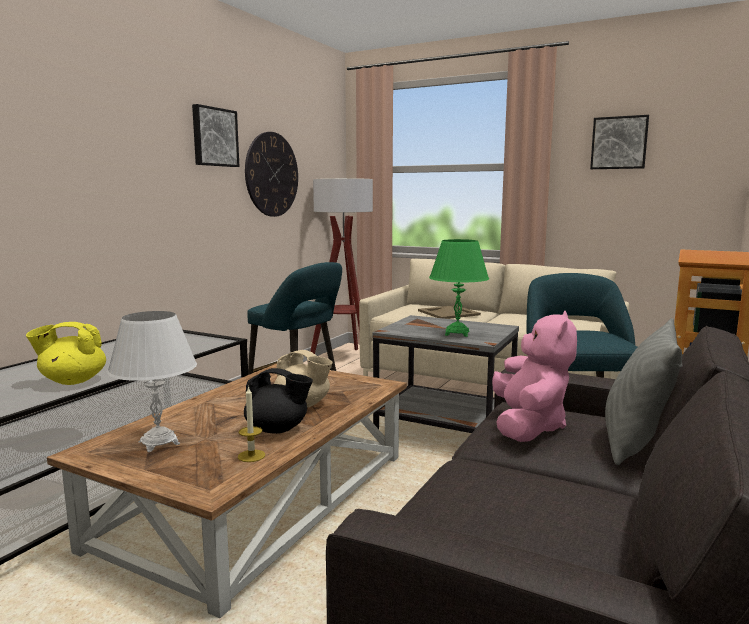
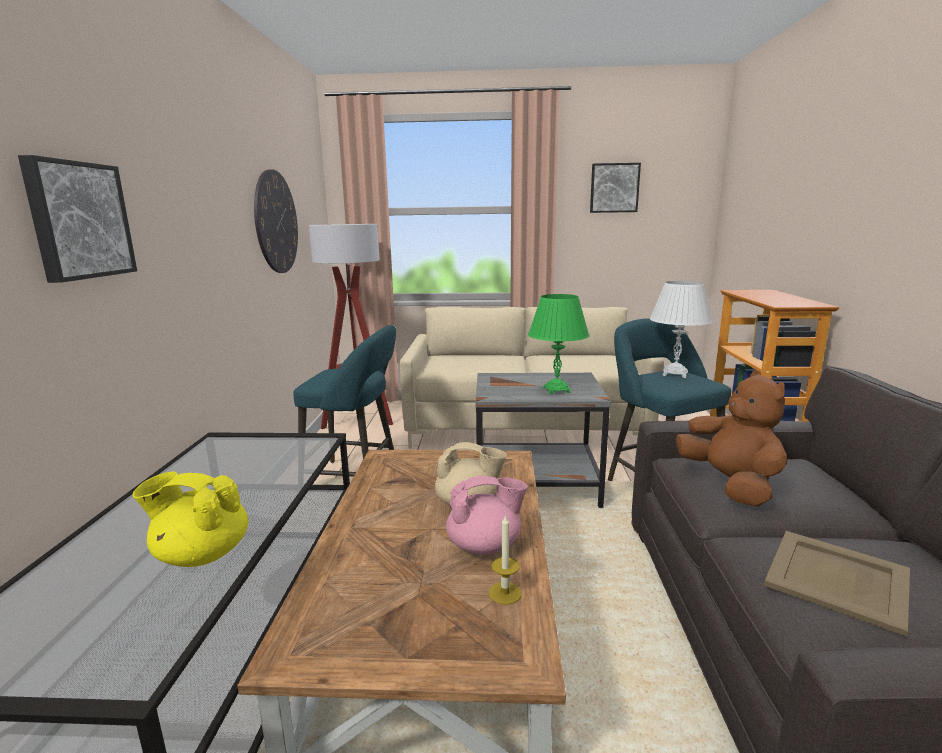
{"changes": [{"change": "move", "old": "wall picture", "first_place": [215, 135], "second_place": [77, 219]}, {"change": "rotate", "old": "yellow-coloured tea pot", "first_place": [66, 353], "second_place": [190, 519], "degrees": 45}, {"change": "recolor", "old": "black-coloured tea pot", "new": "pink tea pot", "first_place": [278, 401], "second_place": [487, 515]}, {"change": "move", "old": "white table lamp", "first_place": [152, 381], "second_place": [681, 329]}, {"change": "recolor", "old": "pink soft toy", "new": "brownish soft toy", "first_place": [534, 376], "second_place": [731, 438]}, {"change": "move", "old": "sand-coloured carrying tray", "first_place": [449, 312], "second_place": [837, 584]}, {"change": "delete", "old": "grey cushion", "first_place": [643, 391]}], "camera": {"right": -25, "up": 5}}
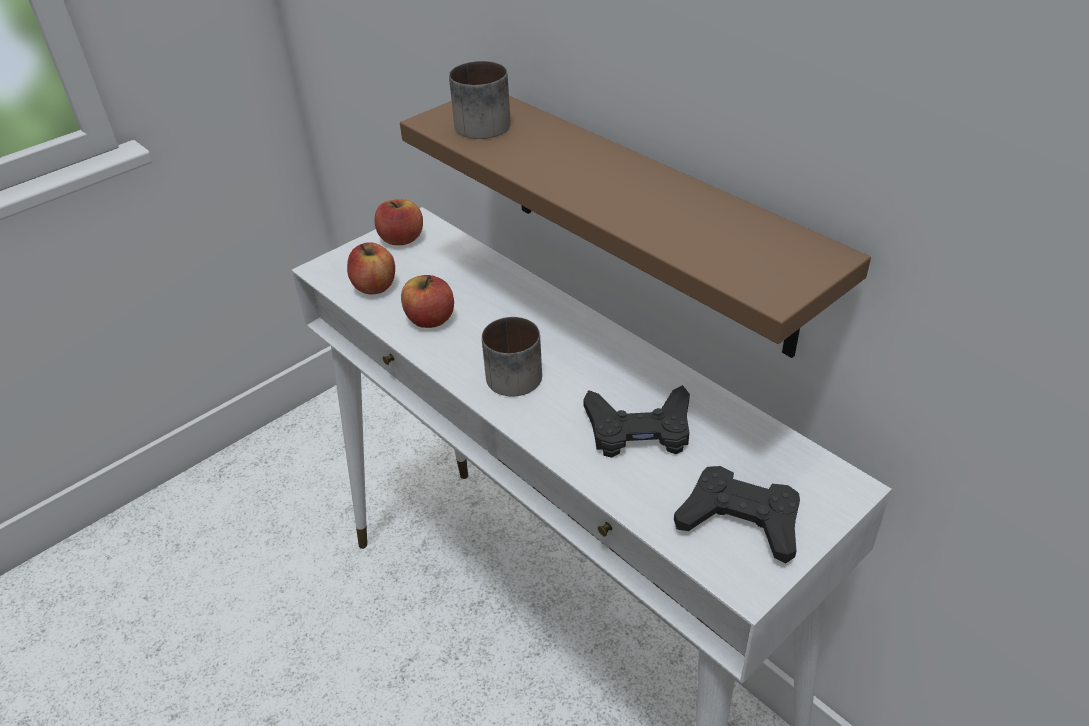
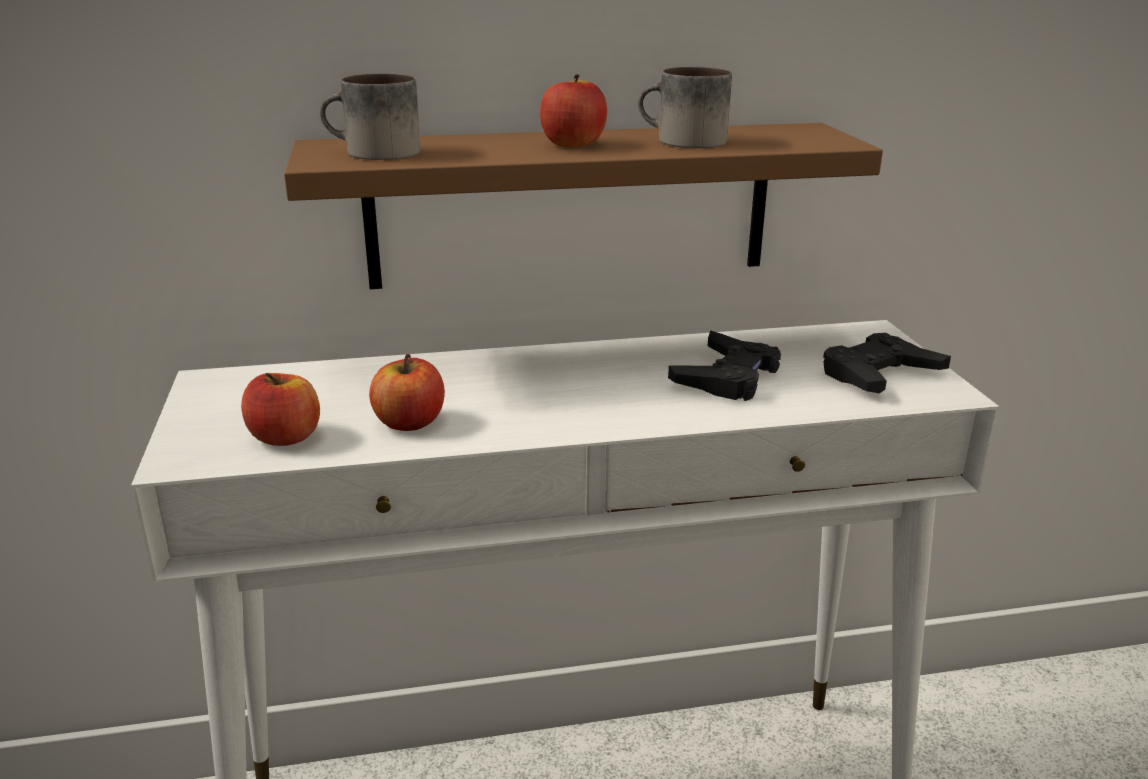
{"changes": [{"change": "move", "old": "apple", "first_place": [398, 222], "second_place": [573, 110]}, {"change": "move", "old": "mug", "first_place": [512, 356], "second_place": [685, 107]}], "camera": {"right": -60, "up": -15}}
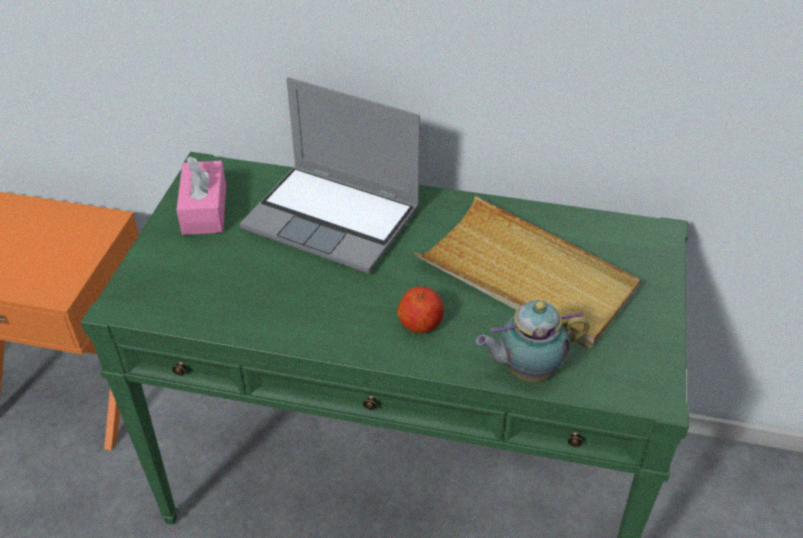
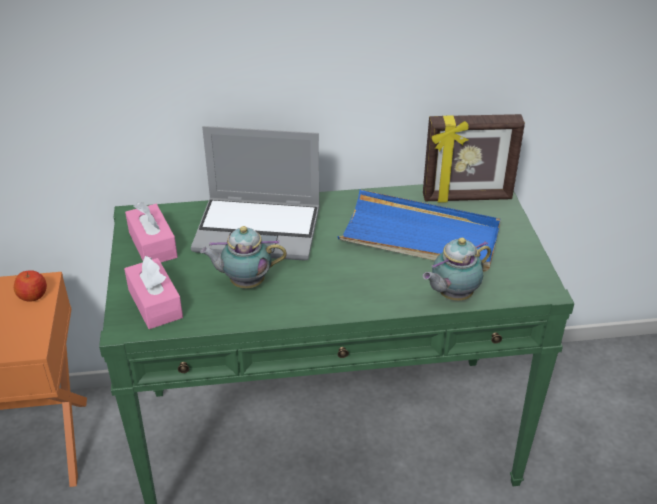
{"changes": [{"change": "move", "old": "apple", "first_place": [420, 309], "second_place": [30, 286]}, {"change": "insert", "new": "pink box of tissues", "second_place": [153, 292]}, {"change": "insert", "new": "tea pot", "second_place": [243, 257]}, {"change": "recolor", "old": "sand-coloured carrying tray", "new": "blue-coloured carrying tray", "first_place": [528, 272], "second_place": [419, 231]}, {"change": "insert", "new": "photo frame", "second_place": [474, 158]}], "camera": {"right": -20, "up": -5}}
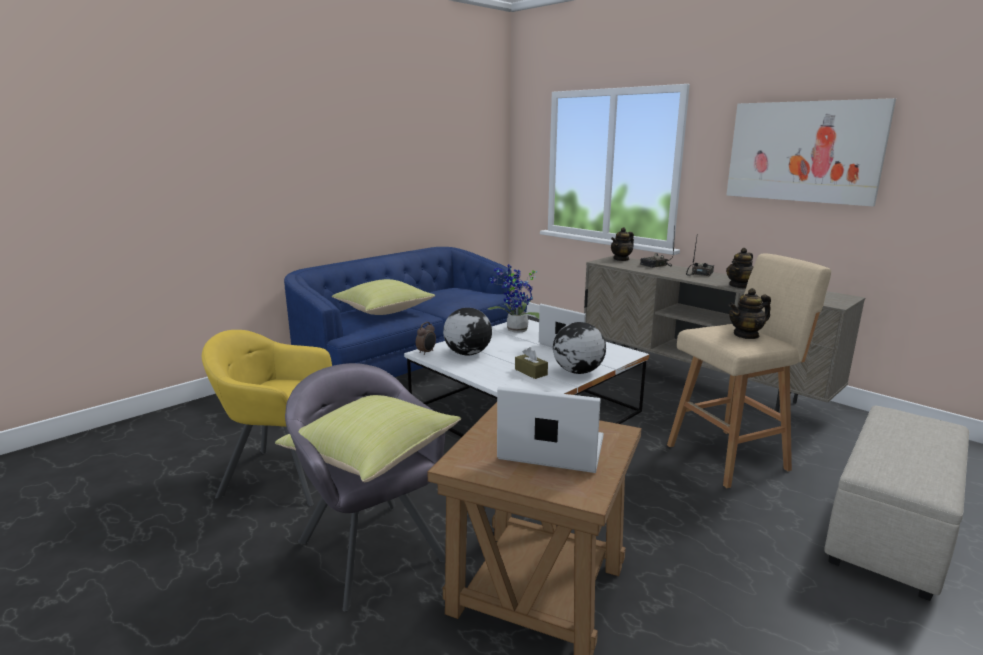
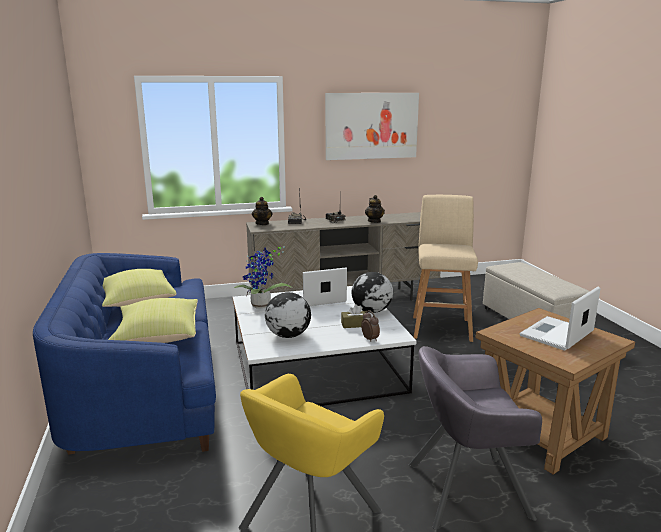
{"changes": [{"change": "move", "old": "yellow-coloured cushion", "first_place": [368, 438], "second_place": [139, 288]}, {"change": "move", "old": "bedside clock", "first_place": [426, 338], "second_place": [370, 326]}, {"change": "delete", "old": "tea pot", "first_place": [750, 313]}], "camera": {"right": -60, "up": 0}}
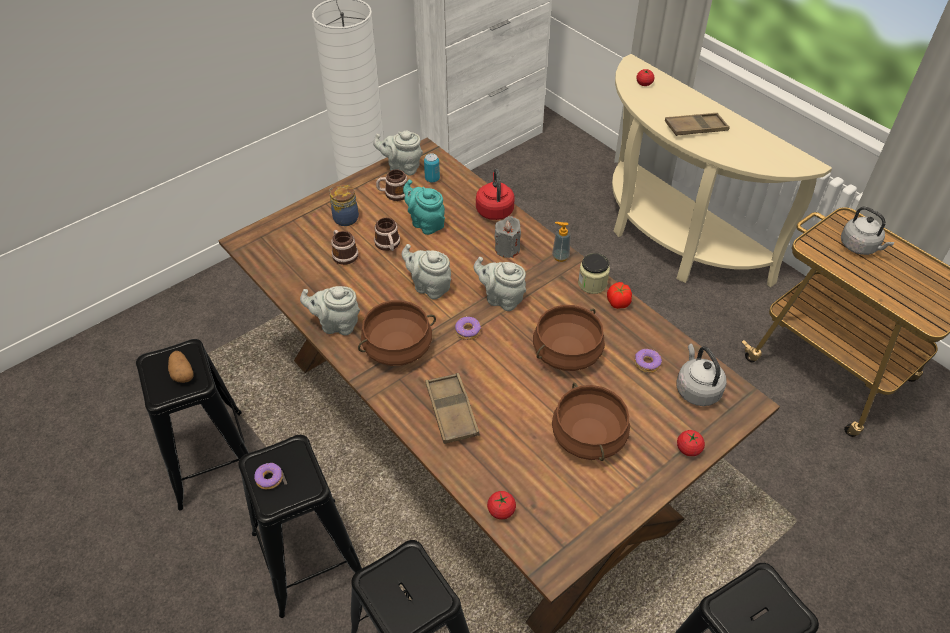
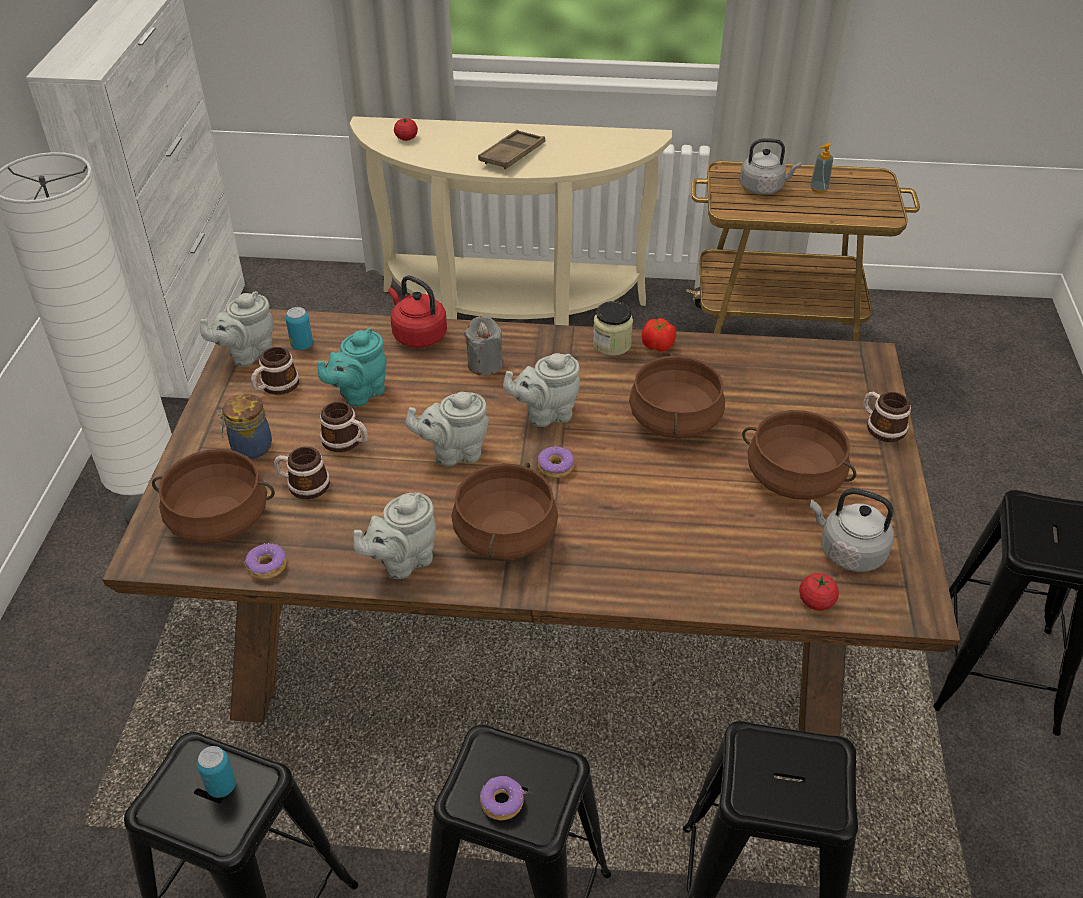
{"changes": [{"change": "insert", "new": "brownish cooking pot", "second_place": [213, 496]}, {"change": "replace", "old": "potato", "new": "sealed can", "first_place": [181, 367], "second_place": [216, 772]}, {"change": "move", "old": "ring doughnut", "first_place": [648, 361], "second_place": [265, 561]}, {"change": "rotate", "old": "blue-green tea pot", "first_place": [424, 207], "second_place": [351, 367], "degrees": -45}, {"change": "move", "old": "soap dispenser", "first_place": [561, 242], "second_place": [821, 168]}, {"change": "move", "old": "grey kettle", "first_place": [702, 375], "second_place": [852, 530]}, {"change": "replace", "old": "whole tomato", "new": "mug", "first_place": [691, 443], "second_place": [887, 417]}, {"change": "delete", "old": "brownish carrying tray", "first_place": [452, 408]}], "camera": {"right": -45, "up": -5}}
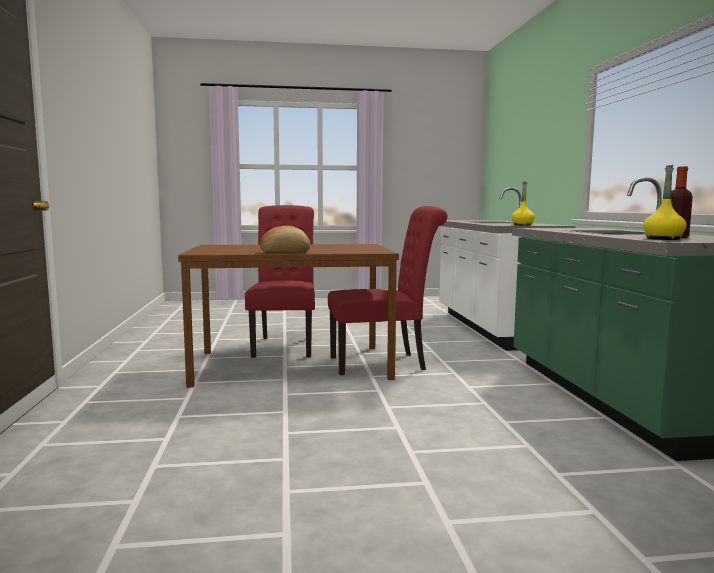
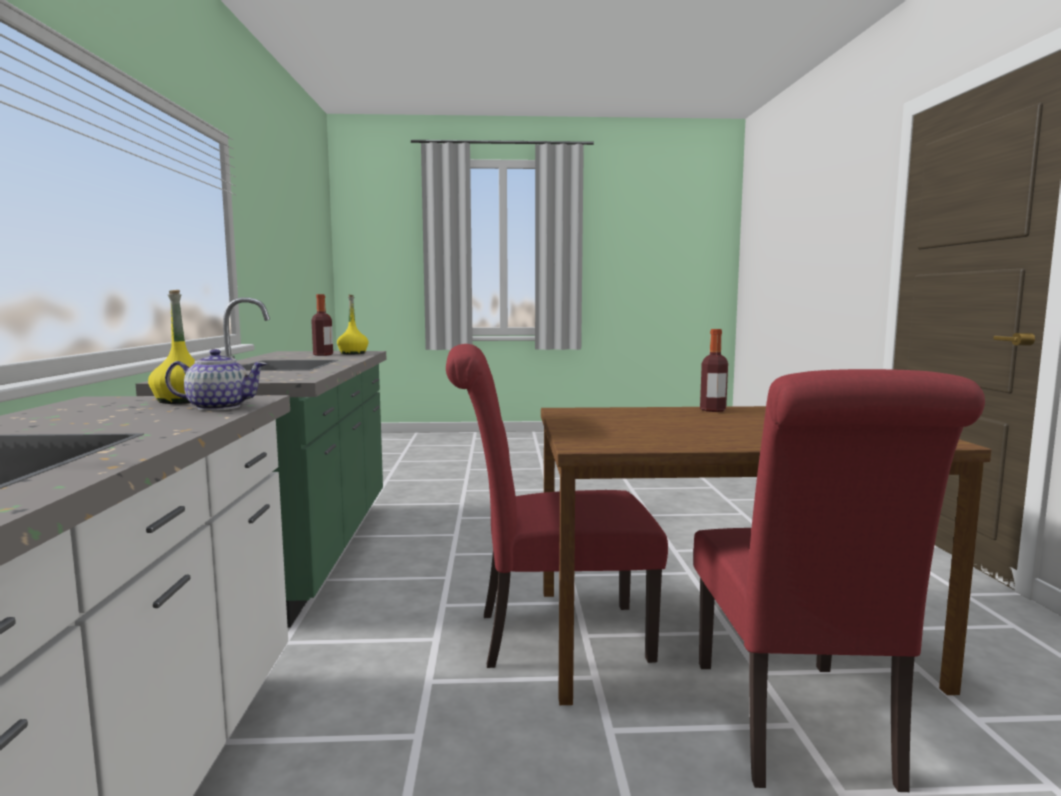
{"changes": [{"change": "insert", "new": "tea pot", "second_place": [216, 380]}, {"change": "replace", "old": "bread", "new": "drink bottle", "first_place": [285, 239], "second_place": [714, 370]}], "camera": {"right": -175, "up": 0}}
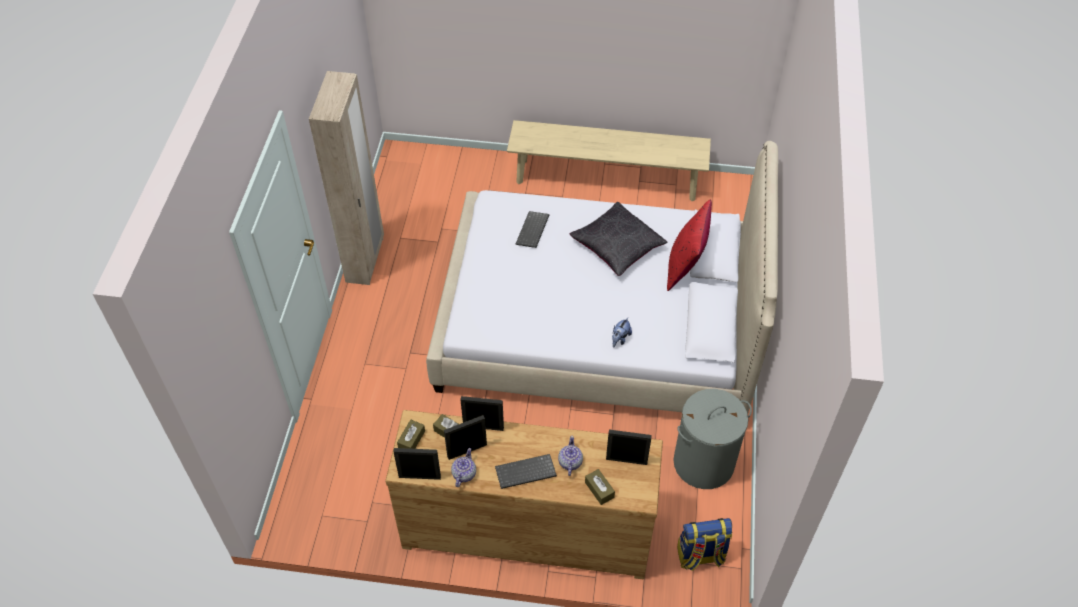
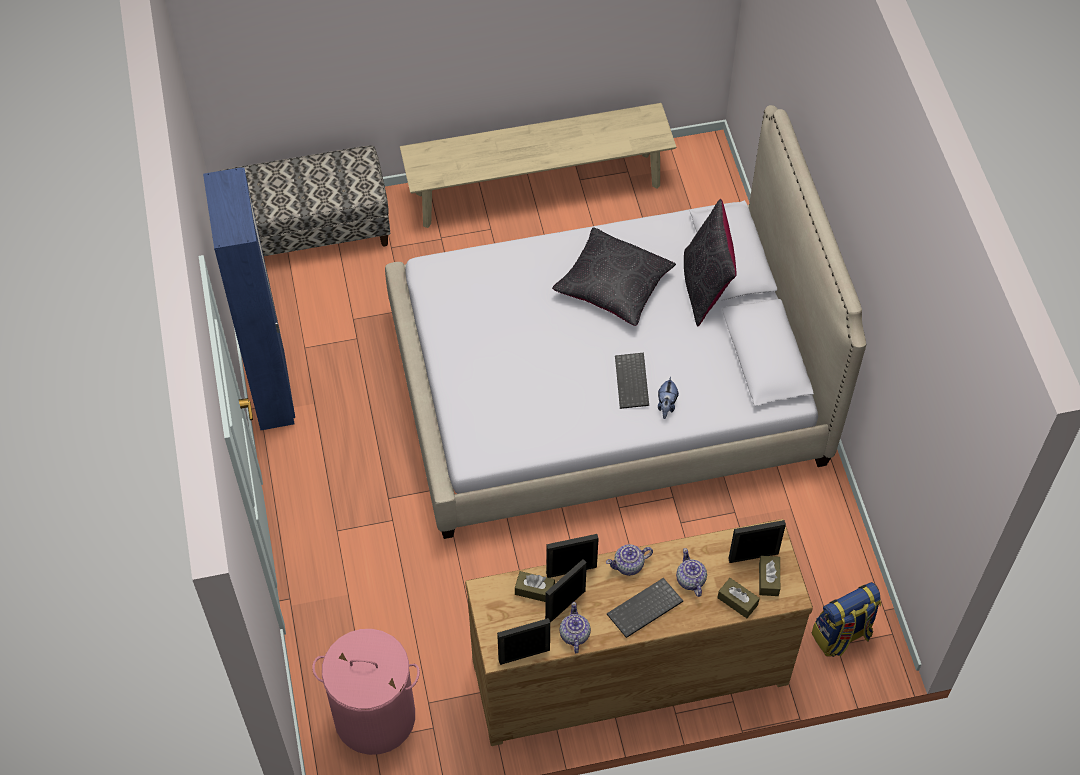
{"changes": [{"change": "recolor", "old": "sand-coloured armoire", "new": "blue-coloured armoire", "first_place": [346, 178], "second_place": [249, 298]}, {"change": "insert", "new": "bench", "second_place": [305, 201]}, {"change": "insert", "new": "pink hamper", "second_place": [366, 692]}, {"change": "insert", "new": "tea pot", "second_place": [629, 560]}, {"change": "move", "old": "computer keyboard", "first_place": [532, 229], "second_place": [632, 380]}, {"change": "recolor", "old": "red cushion", "new": "black-coloured cushion", "first_place": [689, 245], "second_place": [710, 262]}, {"change": "move", "old": "brownish box of tissues", "first_place": [411, 434], "second_place": [769, 576]}, {"change": "delete", "old": "grey hamper", "first_place": [712, 439]}], "camera": {"right": -20, "up": 5}}
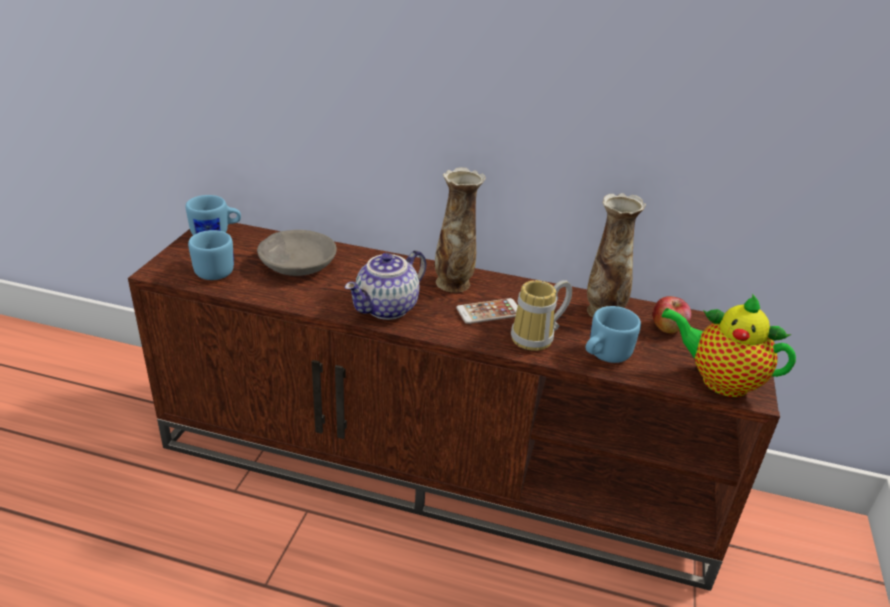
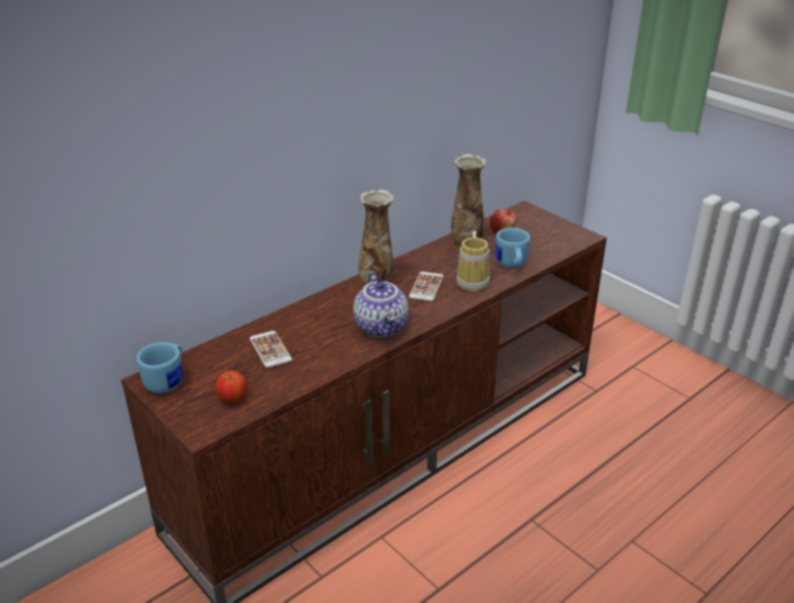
{"changes": [{"change": "replace", "old": "blue-coloured mug", "new": "apple", "first_place": [211, 255], "second_place": [231, 387]}, {"change": "replace", "old": "grey deep dish", "new": "handset", "first_place": [297, 253], "second_place": [270, 349]}, {"change": "delete", "old": "tea pot", "first_place": [728, 345]}], "camera": {"right": -55, "up": 0}}
